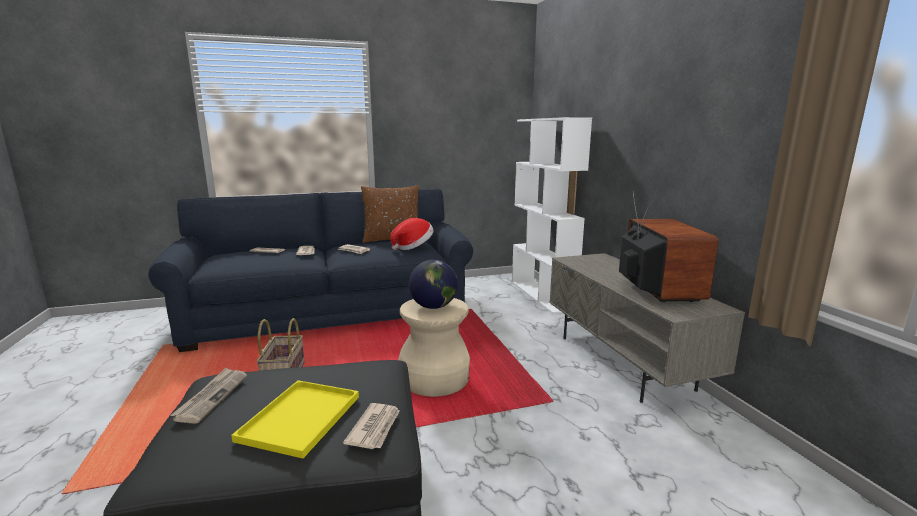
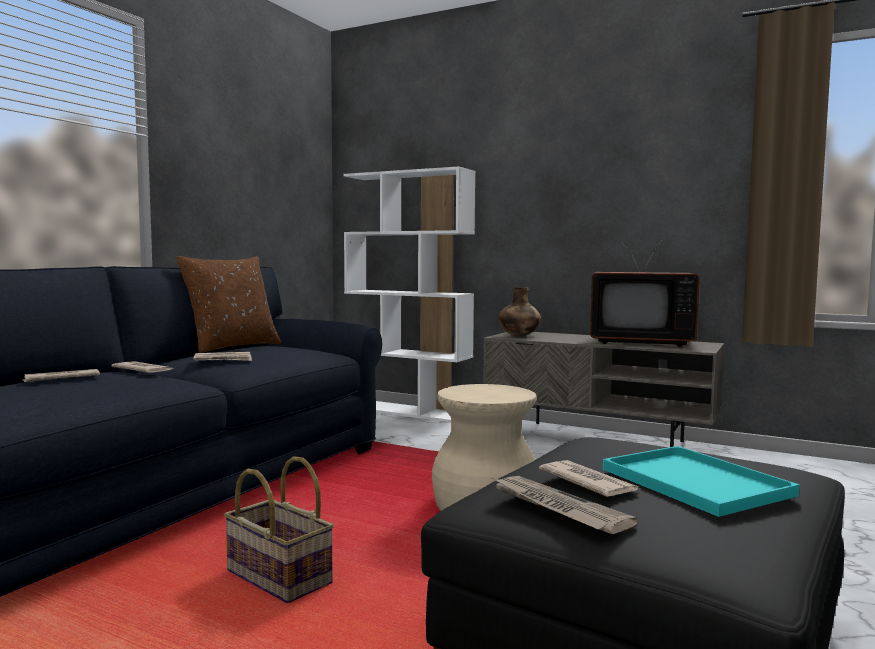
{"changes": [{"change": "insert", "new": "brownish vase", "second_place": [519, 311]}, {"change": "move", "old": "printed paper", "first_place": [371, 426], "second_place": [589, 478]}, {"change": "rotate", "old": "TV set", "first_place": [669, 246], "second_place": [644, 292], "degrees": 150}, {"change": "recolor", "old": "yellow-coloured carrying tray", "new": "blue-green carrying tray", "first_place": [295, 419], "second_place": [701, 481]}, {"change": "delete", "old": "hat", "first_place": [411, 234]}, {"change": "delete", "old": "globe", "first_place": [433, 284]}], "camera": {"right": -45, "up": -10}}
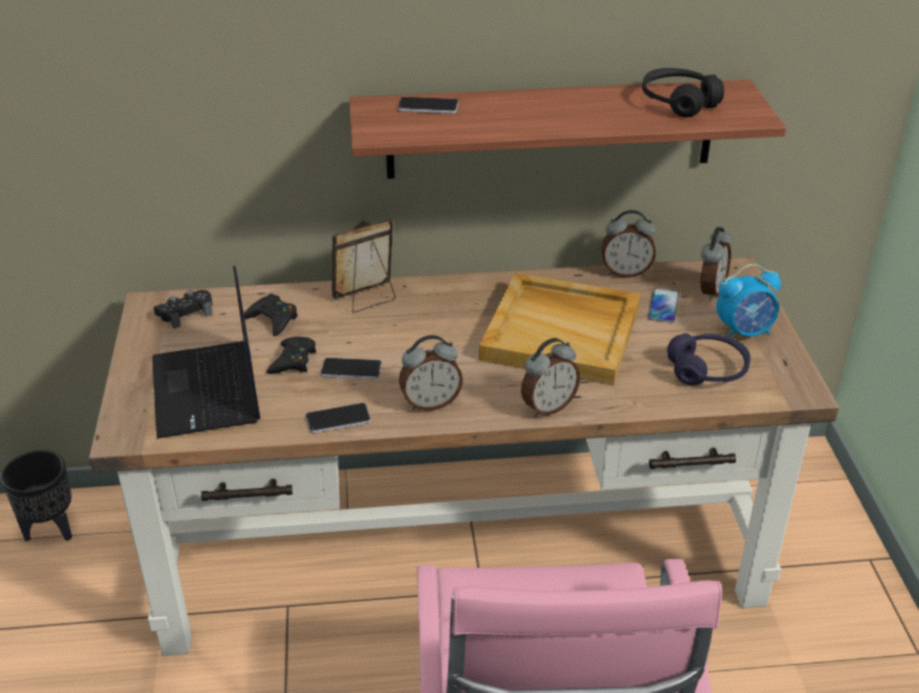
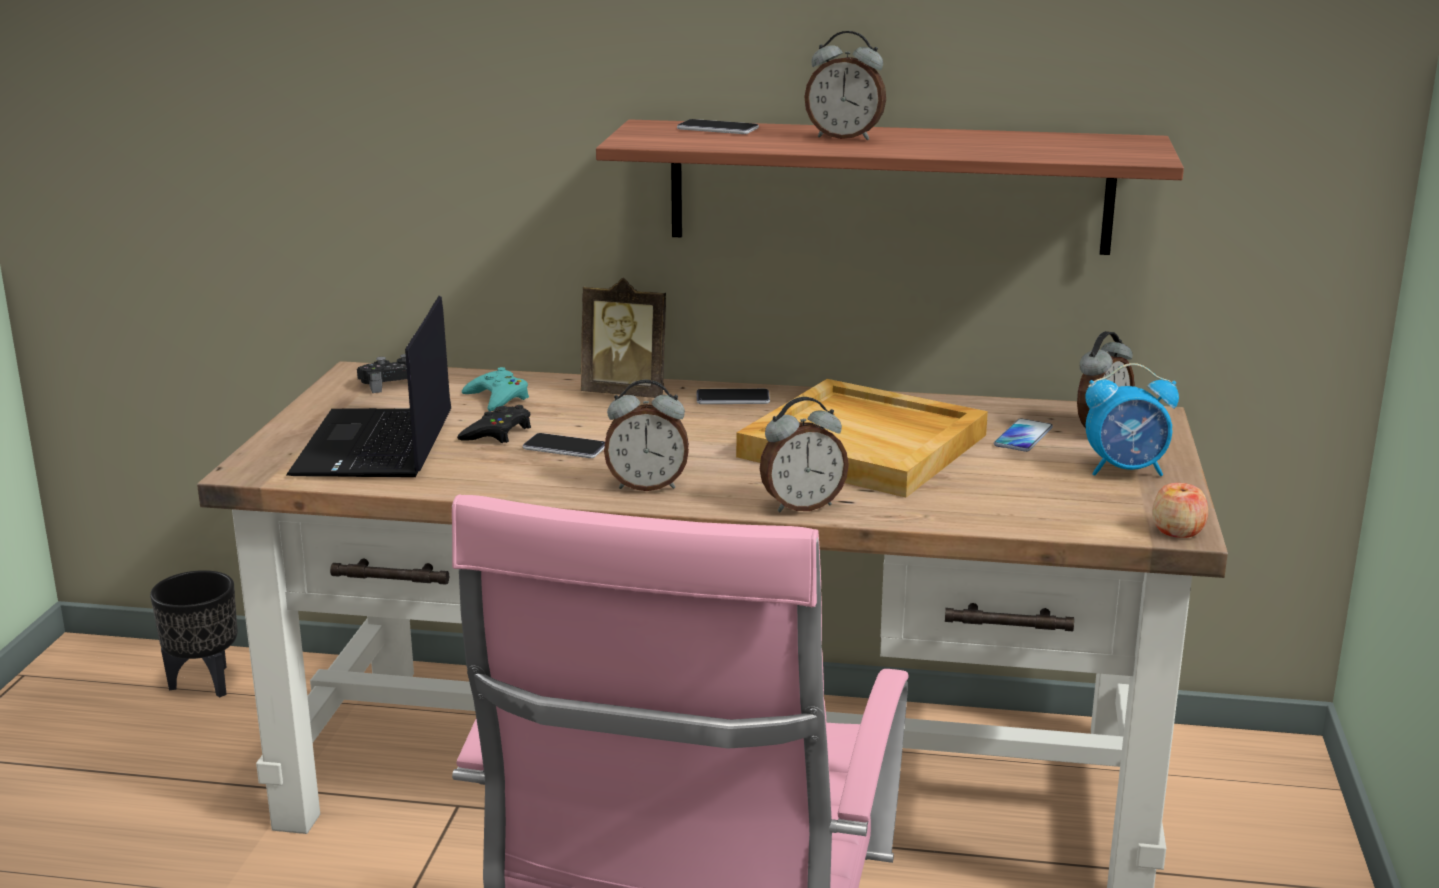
{"changes": [{"change": "recolor", "old": "black-coloured gamepad", "new": "blue-green gamepad", "first_place": [271, 315], "second_place": [495, 389]}, {"change": "rotate", "old": "photo frame", "first_place": [364, 266], "second_place": [623, 338], "degrees": -150}, {"change": "move", "old": "handset", "first_place": [338, 418], "second_place": [733, 396]}, {"change": "move", "old": "bedside clock", "first_place": [629, 244], "second_place": [845, 85]}, {"change": "insert", "new": "apple", "second_place": [1180, 510]}, {"change": "delete", "old": "black-coloured headphones", "first_place": [683, 92]}, {"change": "delete", "old": "purple-coloured headphones", "first_place": [708, 359]}], "camera": {"right": 15, "up": -15}}
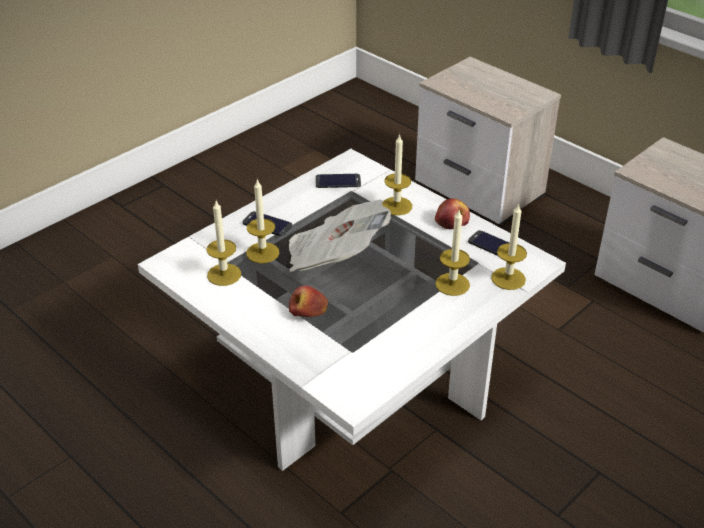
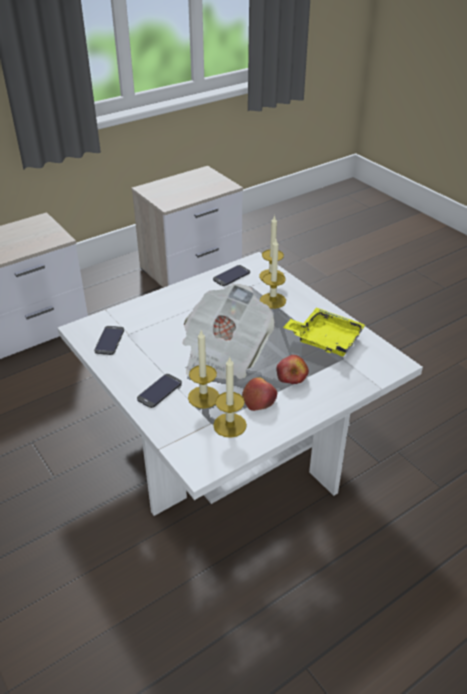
{"changes": [{"change": "move", "old": "apple", "first_place": [452, 213], "second_place": [259, 394]}, {"change": "insert", "new": "yellow-coloured carrying tray", "second_place": [324, 332]}, {"change": "delete", "old": "wax candle", "first_place": [397, 174]}], "camera": {"right": -80, "up": 0}}
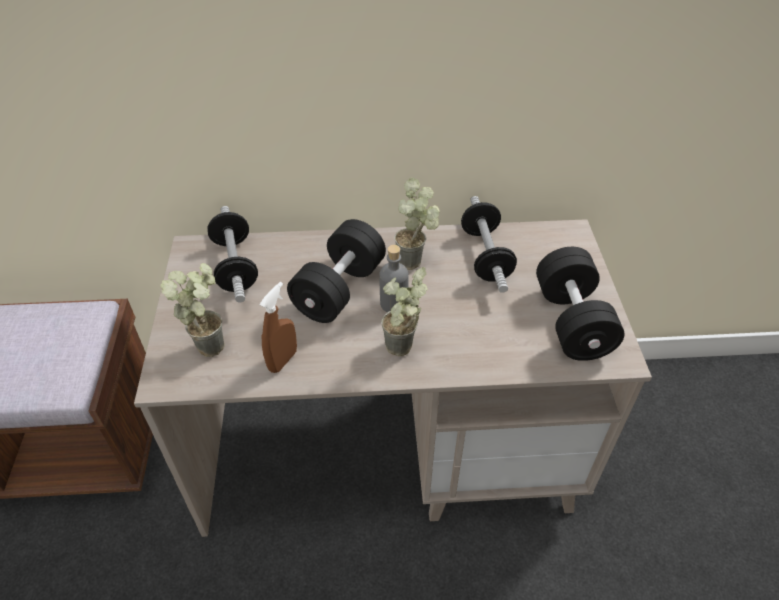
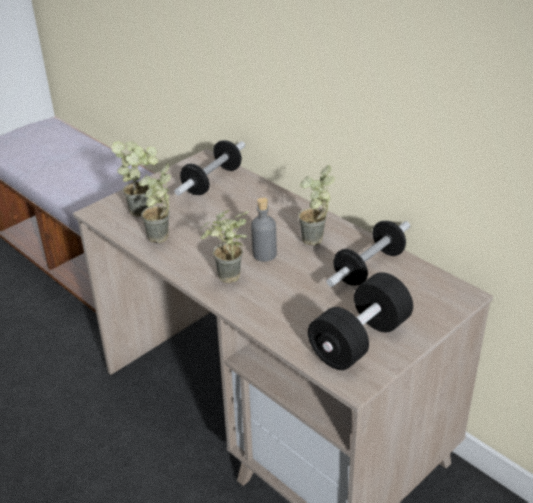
{"changes": [{"change": "replace", "old": "brownish sprayer", "new": "potted plant", "first_place": [278, 327], "second_place": [154, 203]}, {"change": "delete", "old": "black-coloured dumbbell", "first_place": [336, 271]}], "camera": {"right": 50, "up": -10}}
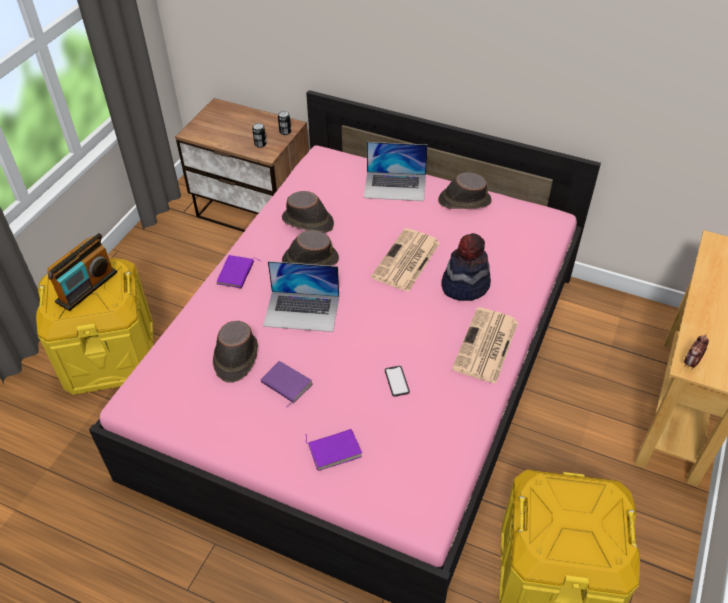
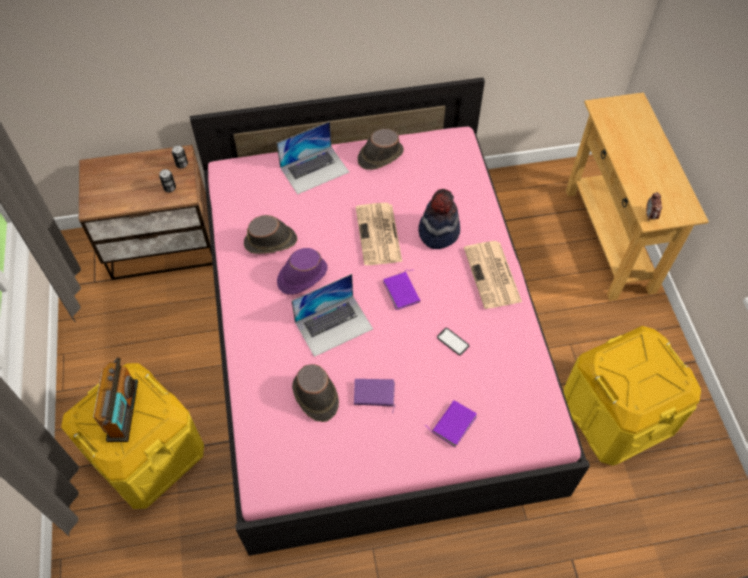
{"changes": [{"change": "recolor", "old": "brownish hat", "new": "purple-coloured hat", "first_place": [310, 248], "second_place": [302, 271]}, {"change": "move", "old": "purple-coloured book", "first_place": [239, 272], "second_place": [401, 290]}], "camera": {"right": -35, "up": 10}}
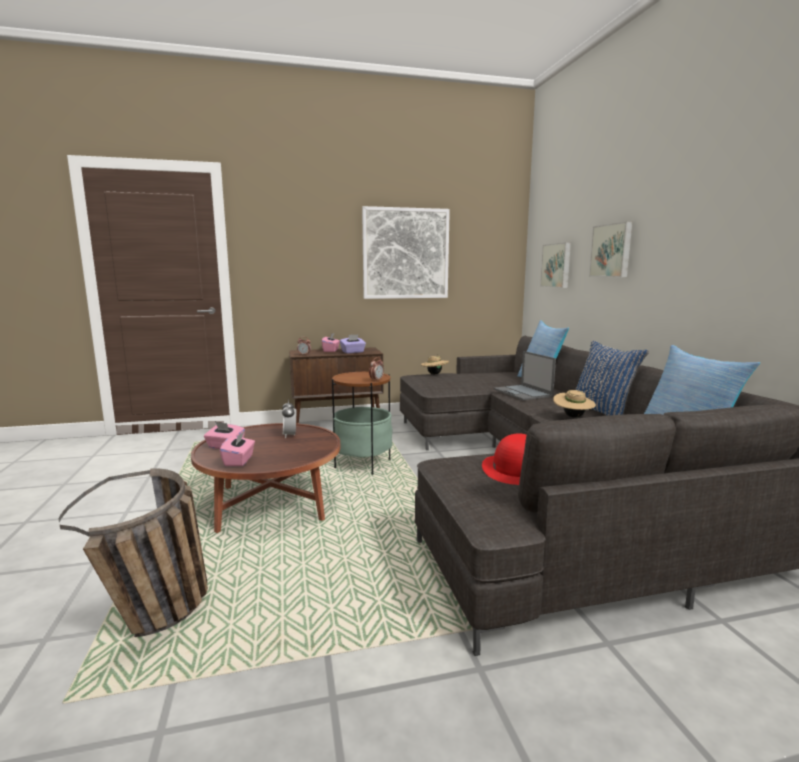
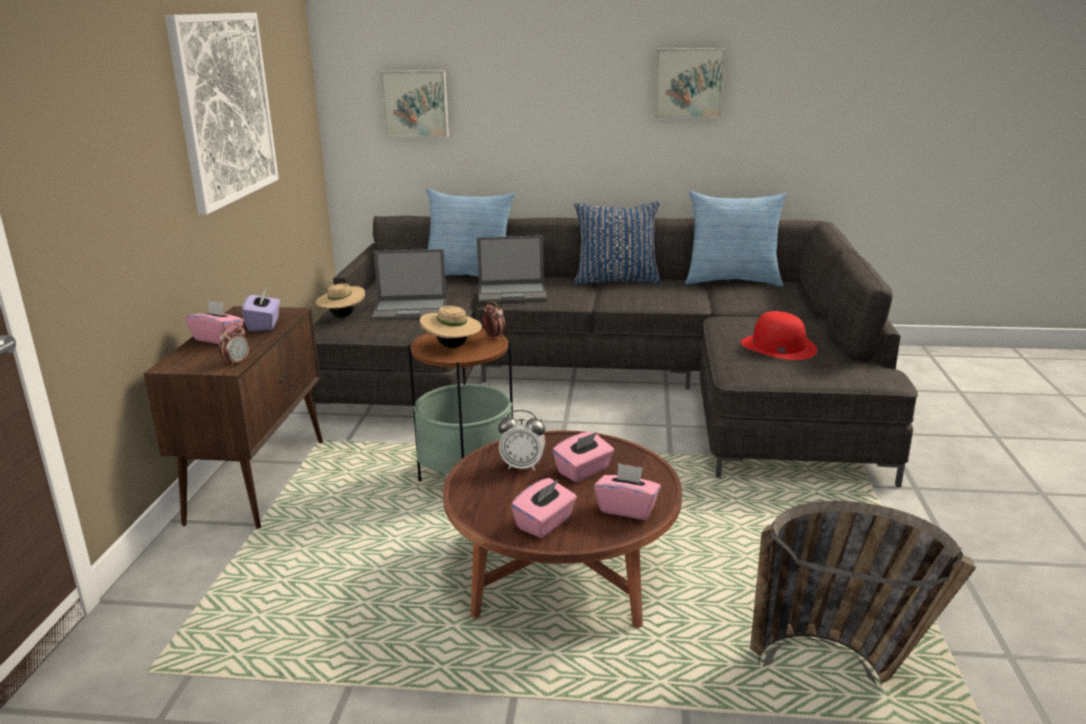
{"changes": [{"change": "insert", "new": "laptop", "second_place": [409, 284]}, {"change": "move", "old": "sand-coloured hat", "first_place": [574, 404], "second_place": [451, 327]}, {"change": "insert", "new": "pink box of tissues", "second_place": [583, 457]}, {"change": "move", "old": "wall picture", "first_place": [611, 249], "second_place": [690, 83]}], "camera": {"right": -70, "up": 10}}
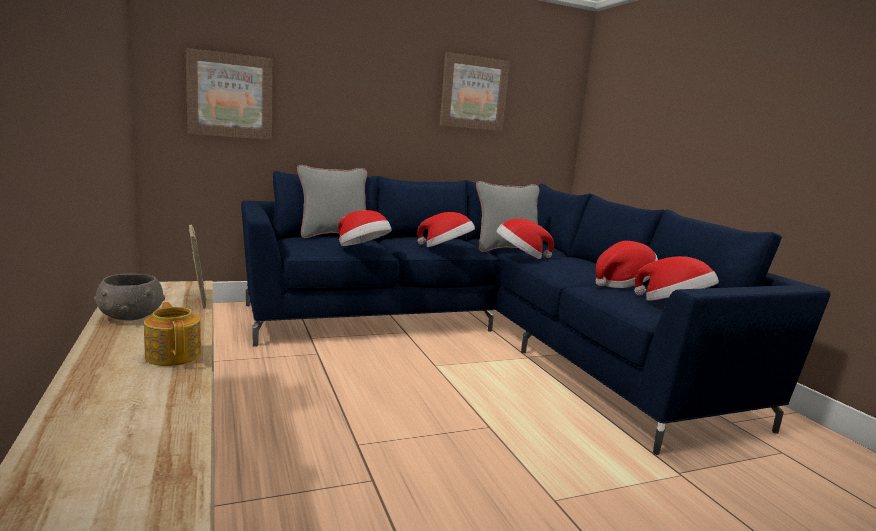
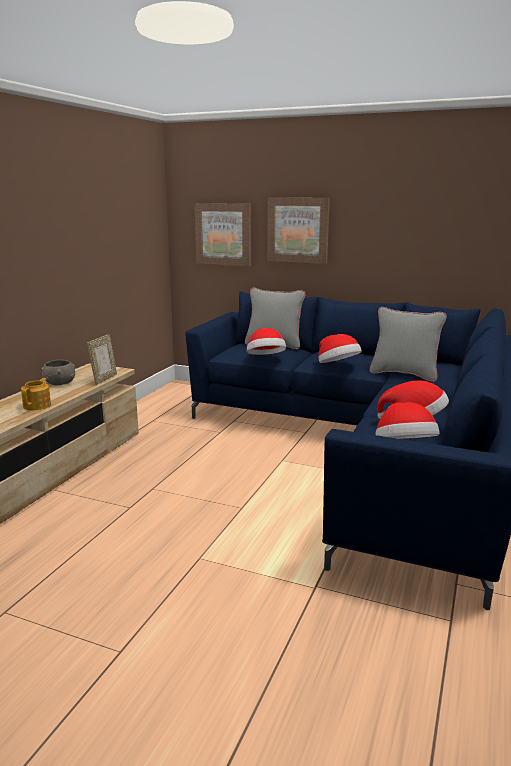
{"changes": [{"change": "move", "old": "wall picture", "first_place": [475, 91], "second_place": [298, 230]}, {"change": "delete", "old": "hat", "first_place": [525, 239]}], "camera": {"right": 45, "up": 5}}
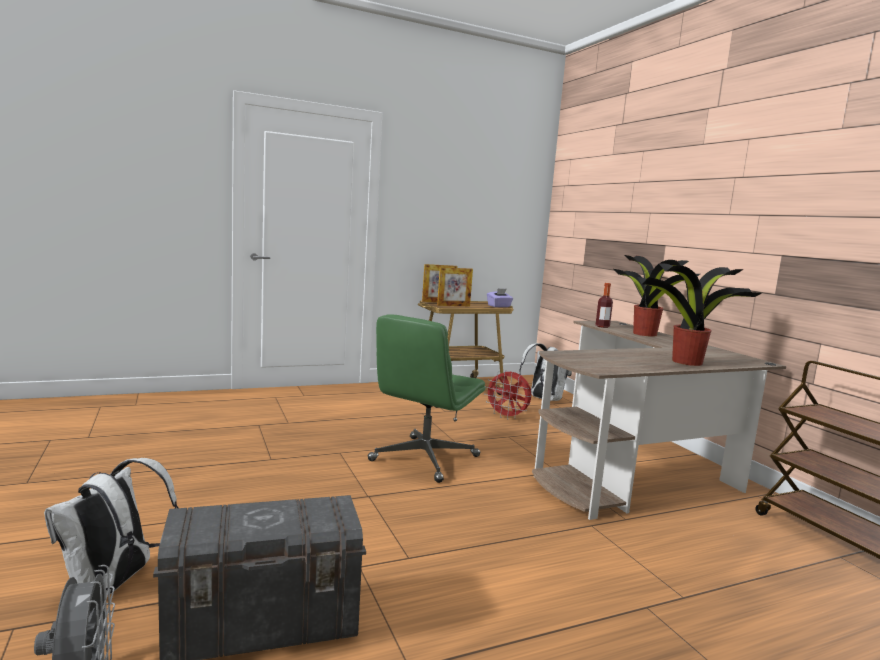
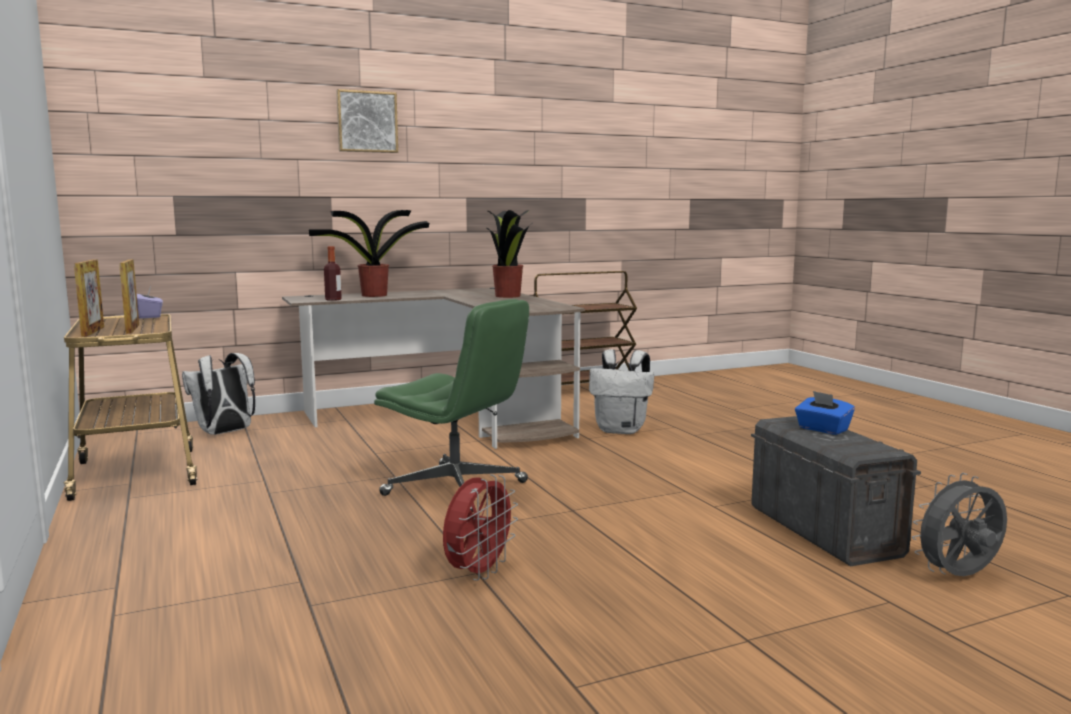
{"changes": [{"change": "insert", "new": "wall picture", "second_place": [367, 121]}, {"change": "move", "old": "red electric fan", "first_place": [508, 394], "second_place": [480, 527]}, {"change": "move", "old": "white backpack", "first_place": [111, 526], "second_place": [621, 391]}, {"change": "insert", "new": "blue-coloured box of tissues", "second_place": [825, 413]}], "camera": {"right": -90, "up": 0}}
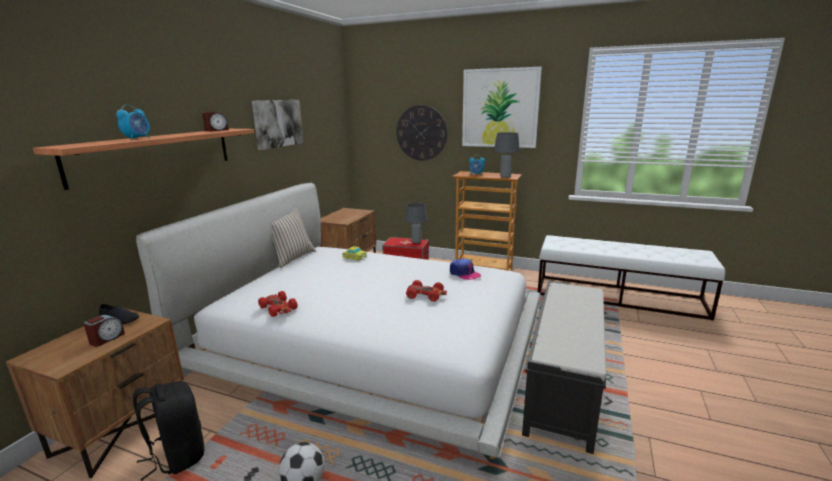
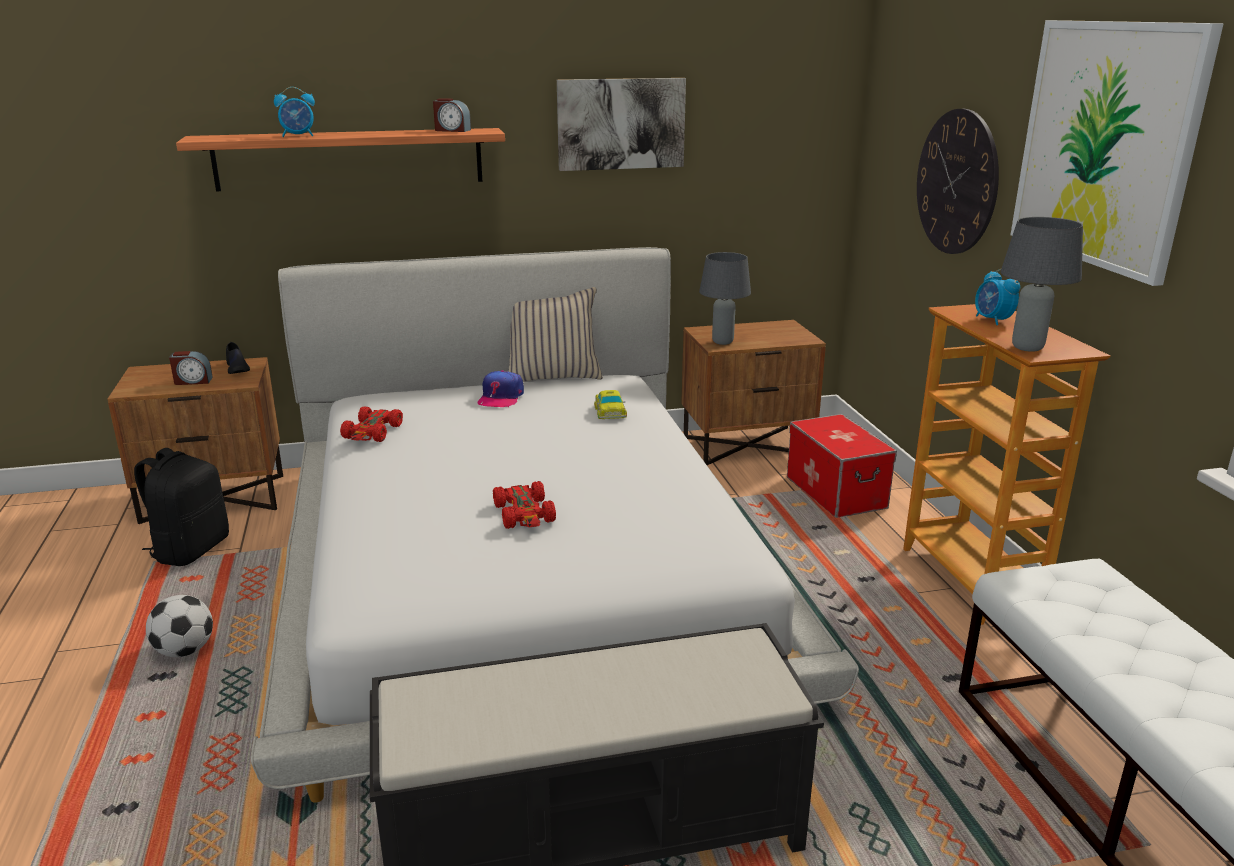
{"changes": [{"change": "move", "old": "cap", "first_place": [465, 269], "second_place": [500, 389]}, {"change": "move", "old": "grey table lamp", "first_place": [416, 223], "second_place": [725, 298]}], "camera": {"right": 55, "up": 5}}
